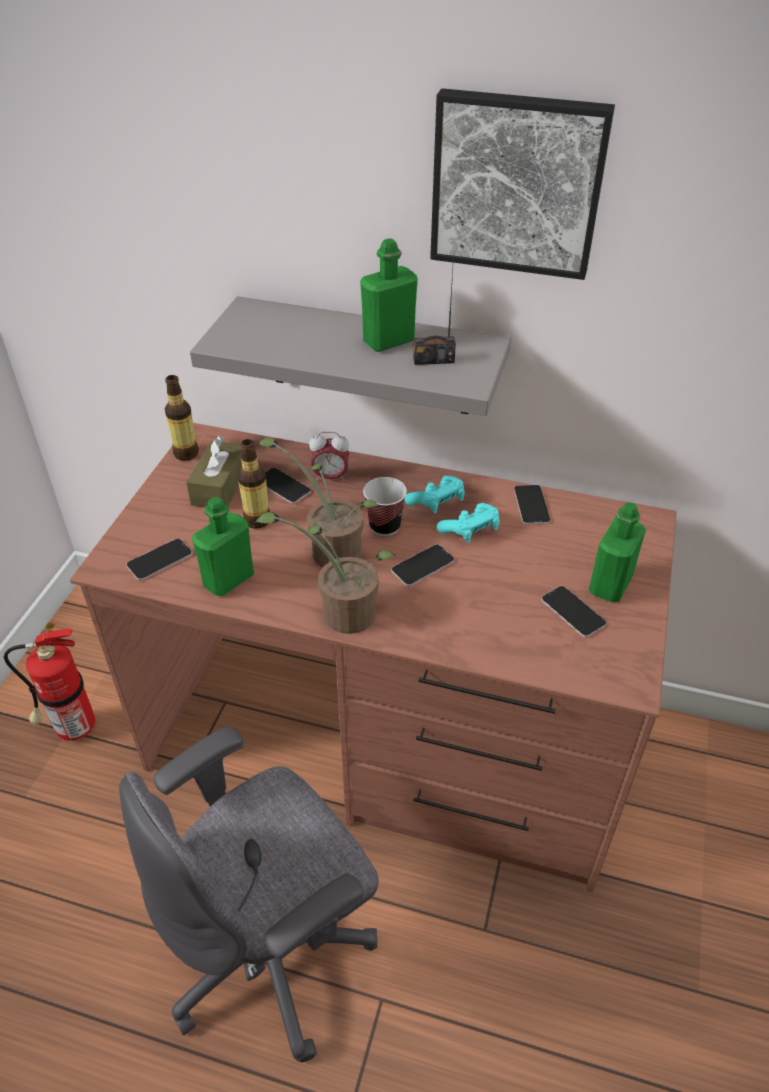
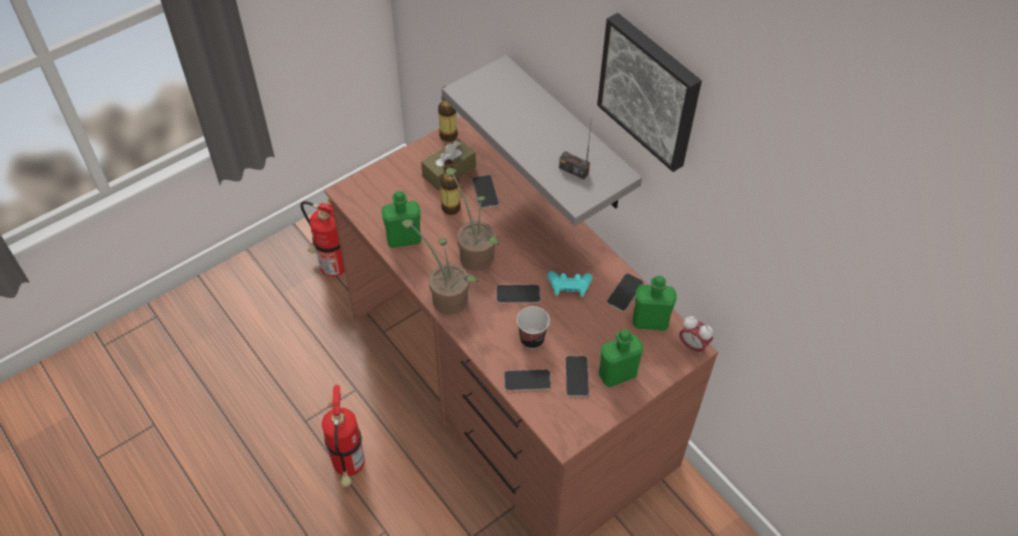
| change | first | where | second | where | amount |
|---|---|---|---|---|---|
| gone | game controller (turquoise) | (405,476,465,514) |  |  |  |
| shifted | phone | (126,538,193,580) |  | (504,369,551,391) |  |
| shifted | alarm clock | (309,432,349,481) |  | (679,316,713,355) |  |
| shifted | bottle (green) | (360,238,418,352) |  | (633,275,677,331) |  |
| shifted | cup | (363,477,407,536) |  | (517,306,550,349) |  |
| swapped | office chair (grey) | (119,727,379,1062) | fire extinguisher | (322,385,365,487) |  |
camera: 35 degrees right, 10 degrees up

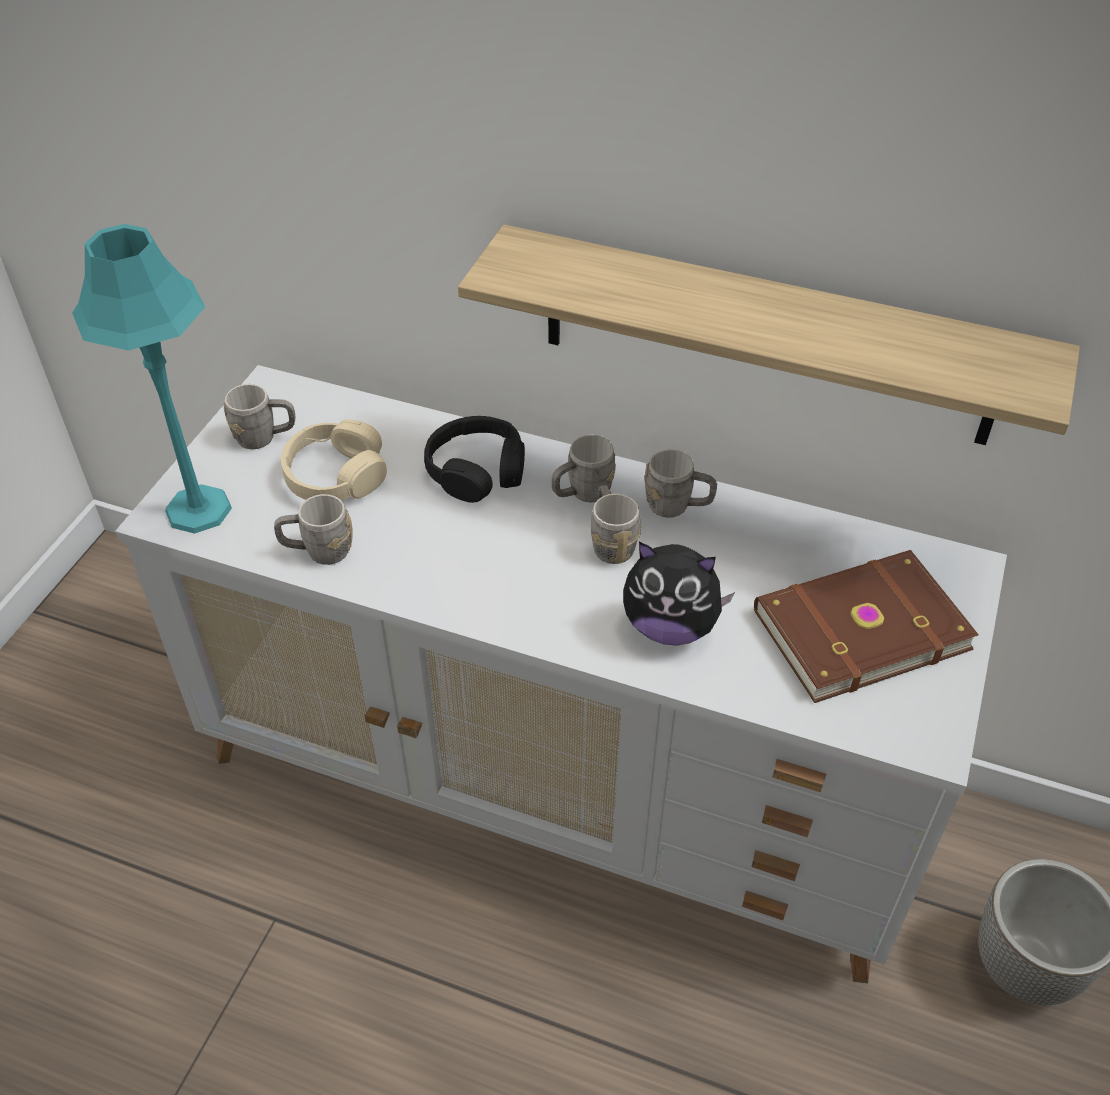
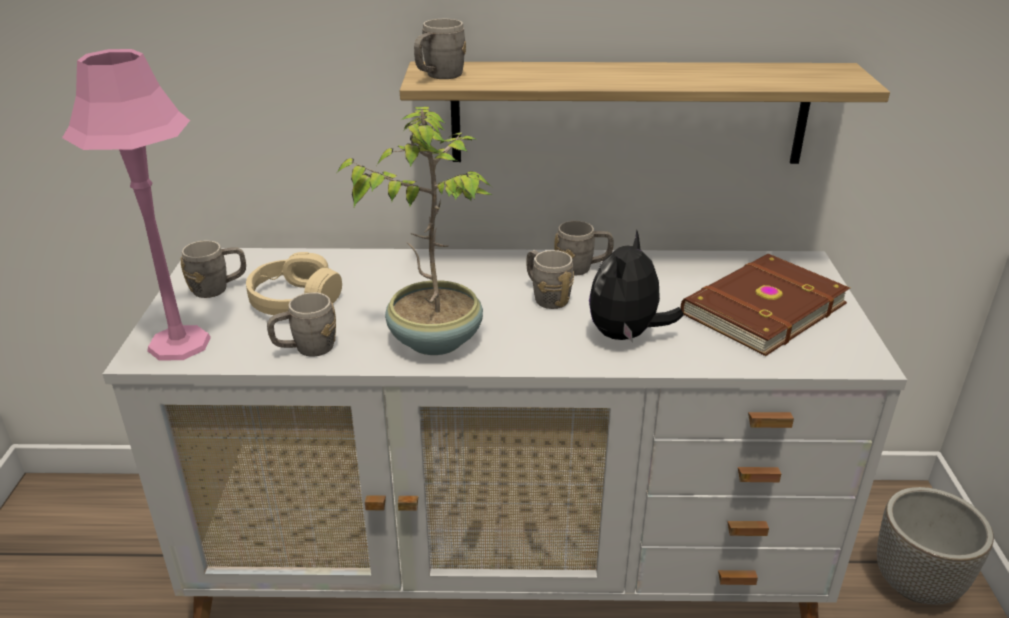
| change | first | where | second | where | amount |
|---|---|---|---|---|---|
| gone | headphones (black) | (424,416,525,503) |  |  |  |
| new |  |  | potted plant | (337,107,493,355) |  |
| shifted | mug (grey) | (552,435,616,502) |  | (414,19,466,79) |  |
| repainted | table lamp (turquoise) | (72,224,232,534) | table lamp (pink) | (62,49,211,361) |  |
| rotated | plush toy | (623,542,735,646) |  | (589,230,684,342) | 120 degrees clockwise |
camera: 20 degrees left, 15 degrees down

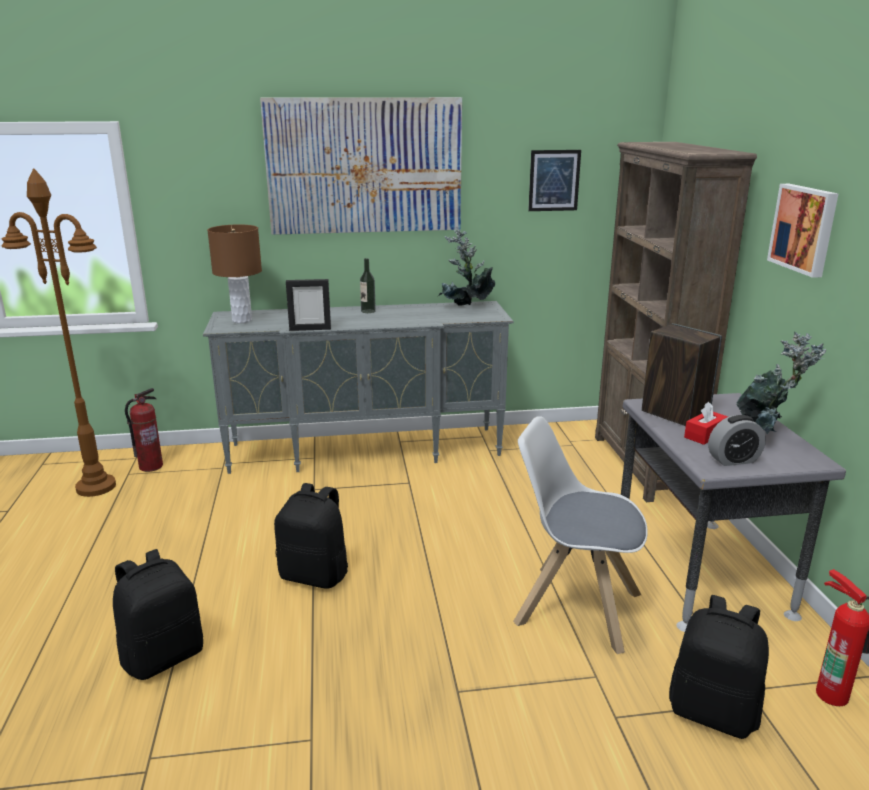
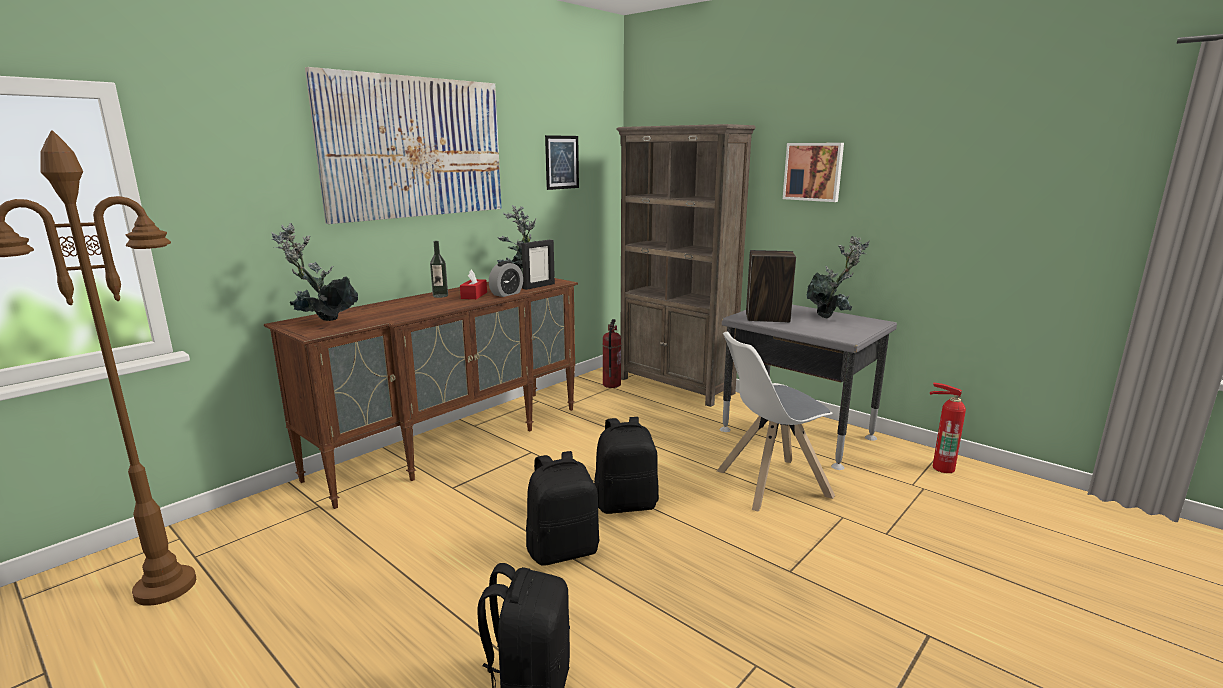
| change | first | where | second | where | amount |
|---|---|---|---|---|---|
| shifted | fire extinguisher | (125,388,163,472) |  | (602,319,621,388) |  |
| shifted | picture frame | (286,279,331,331) |  | (521,239,555,290) |  |
| shifted | backpack (black) | (669,595,769,739) |  | (594,417,659,514) |  |
| shifted | tissue box (red) | (684,402,728,445) |  | (460,269,487,299) |  |
| shifted | alarm clock | (708,415,766,466) |  | (489,261,523,297) |  |
| swapped | table lamp (brown) | (207,225,262,323) | potted plant | (271,223,358,321) |  |
| repainted | cabinet (grey) | (203,301,514,474) | cabinet (brown) | (264,278,578,509) |  |
camera: 40 degrees left, 5 degrees down

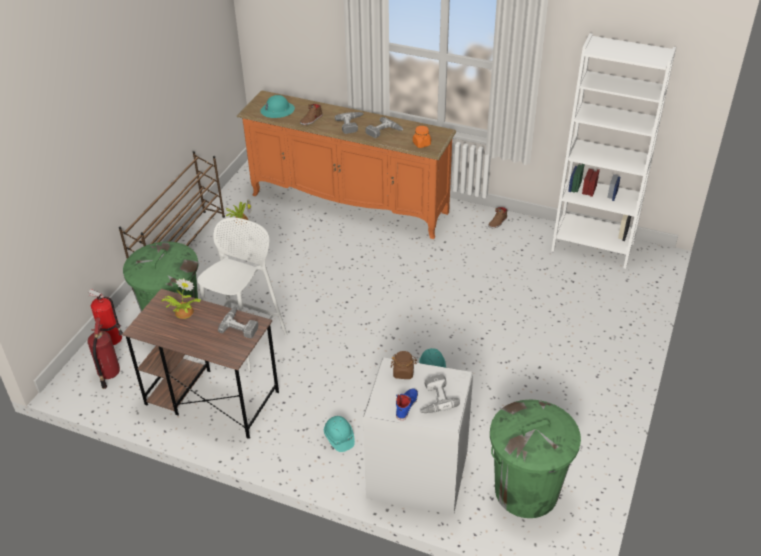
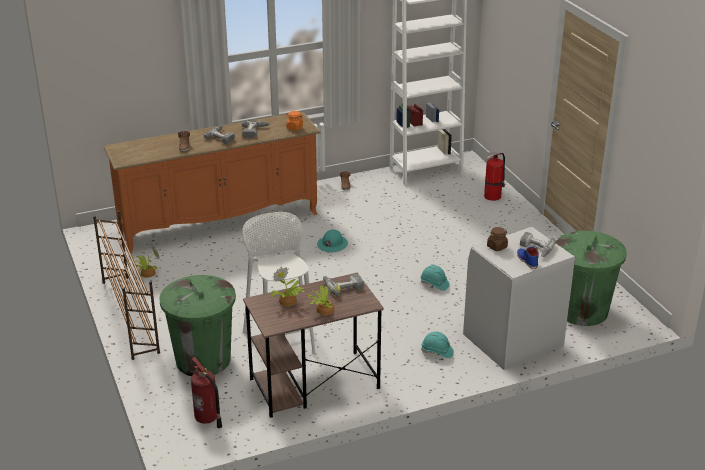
| change | first | where | second | where | amount |
|---|---|---|---|---|---|
| new |  |  | potted plant | (307,281,340,315) |  |
| shifted | fire extinguisher | (88,289,123,345) |  | (484,152,505,201) |  |
| shifted | hard hat (turquoise) | (260,95,295,118) |  | (317,229,348,252) |  |
camera: 45 degrees left, 10 degrees down

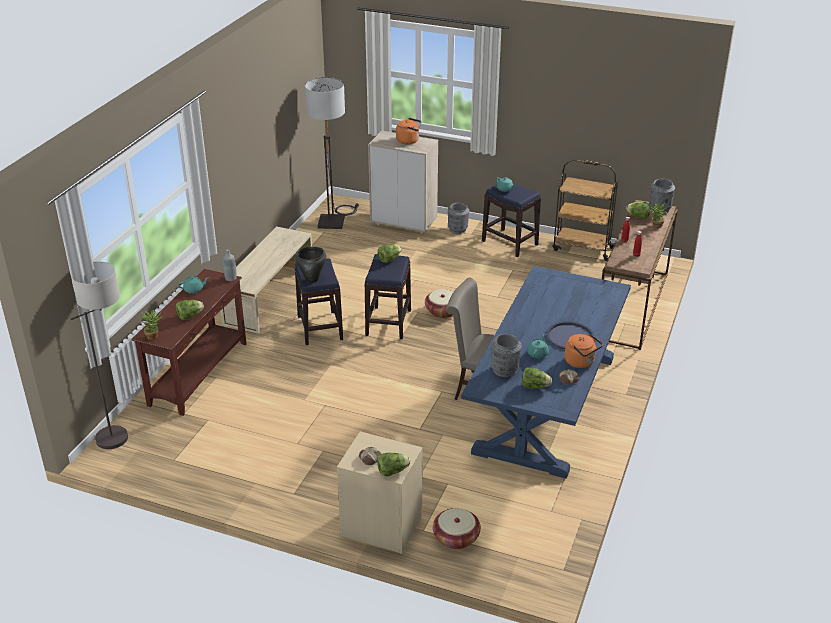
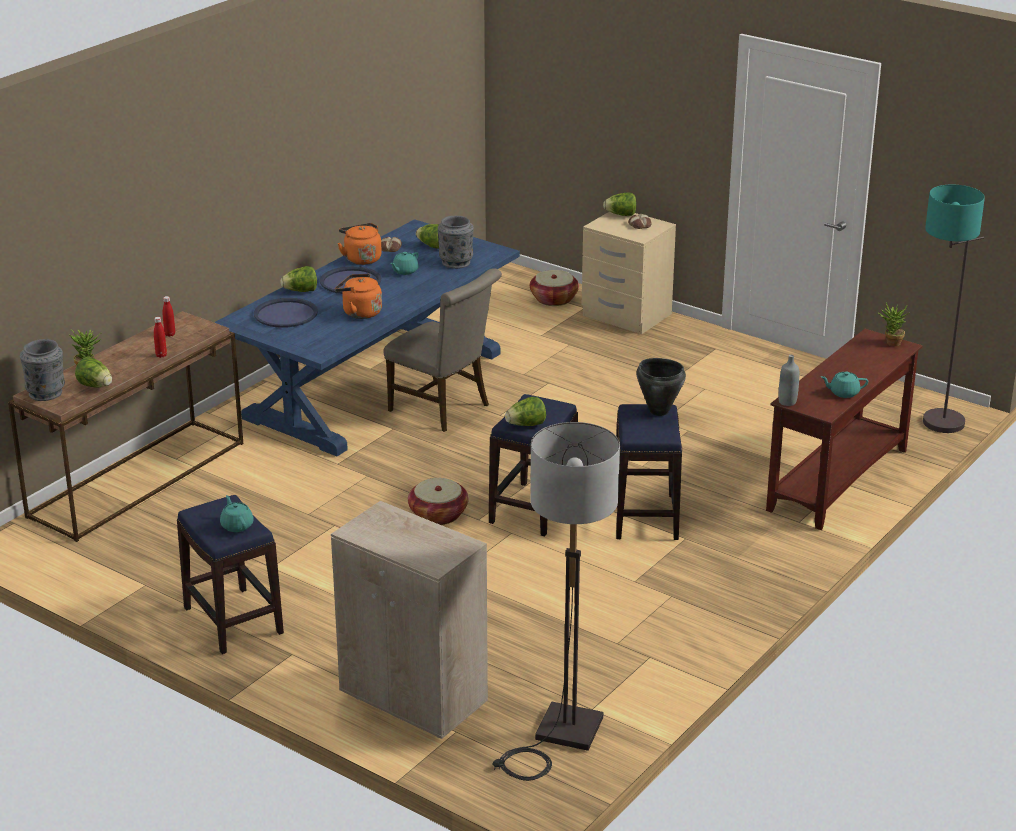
| change | first | where | second | where | amount |
|---|---|---|---|---|---|
| gone | bench (beige) | (220,226,312,334) |  |  |  |
| gone | vase (grey) | (448,203,469,234) |  |  |  |
| gone | cart (brown) | (552,159,618,261) |  |  |  |
| new |  |  | tray (blue) | (254,298,318,328) |  |
| shifted | lettuce | (176,300,204,320) |  | (280,266,317,292) |  |
| shifted | kettle (orange) | (396,118,421,144) |  | (335,274,382,319) |  |
| repainted | floor lamp (grey) | (71,261,128,449) | floor lamp (turquoise) | (923,184,985,433) |  |
camera: 165 degrees left, 5 degrees down

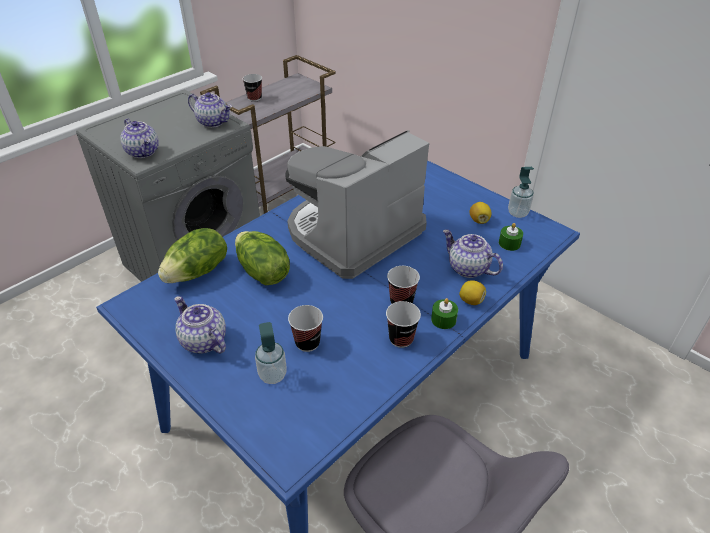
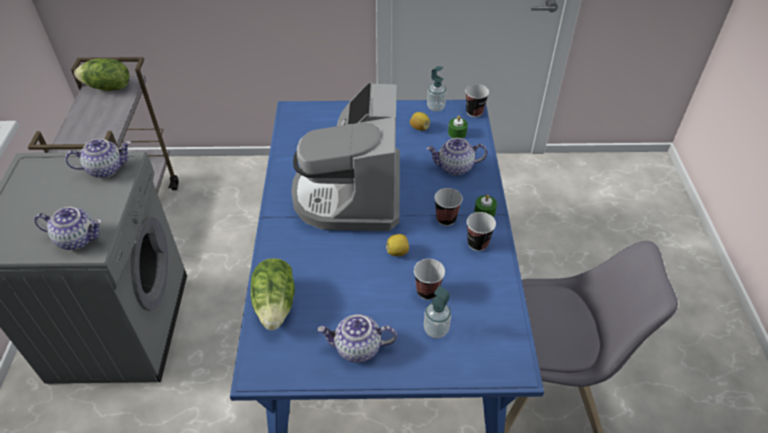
| change | first | where | second | where | amount |
|---|---|---|---|---|---|
| shifted | lettuce | (235,231,290,285) |  | (74,59,129,91) |  |
| shifted | cup | (242,74,262,102) |  | (465,84,489,117) |  |
| shifted | lemon | (459,280,486,305) |  | (386,234,409,256) |  |
camera: 45 degrees left, 5 degrees up

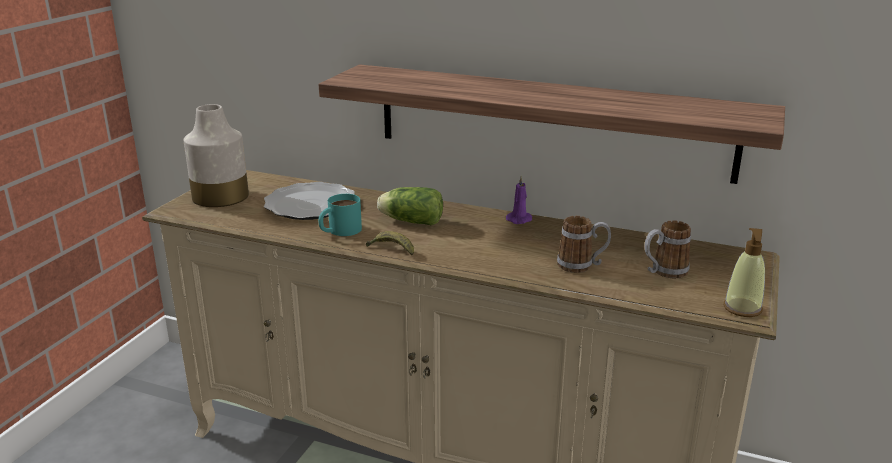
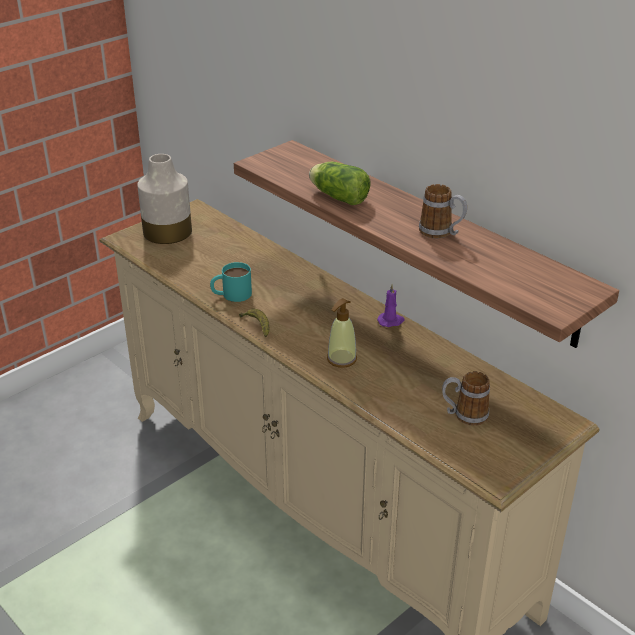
| change | first | where | second | where | amount |
|---|---|---|---|---|---|
| gone | plate | (264,182,355,220) |  |  |  |
| shifted | lettuce | (377,187,443,225) |  | (309,162,370,205) |  |
| shifted | mug | (557,216,611,273) |  | (419,184,467,238) |  |
| shifted | soap dispenser | (723,228,765,317) |  | (327,298,357,368) |  |
camera: 25 degrees right, 10 degrees up

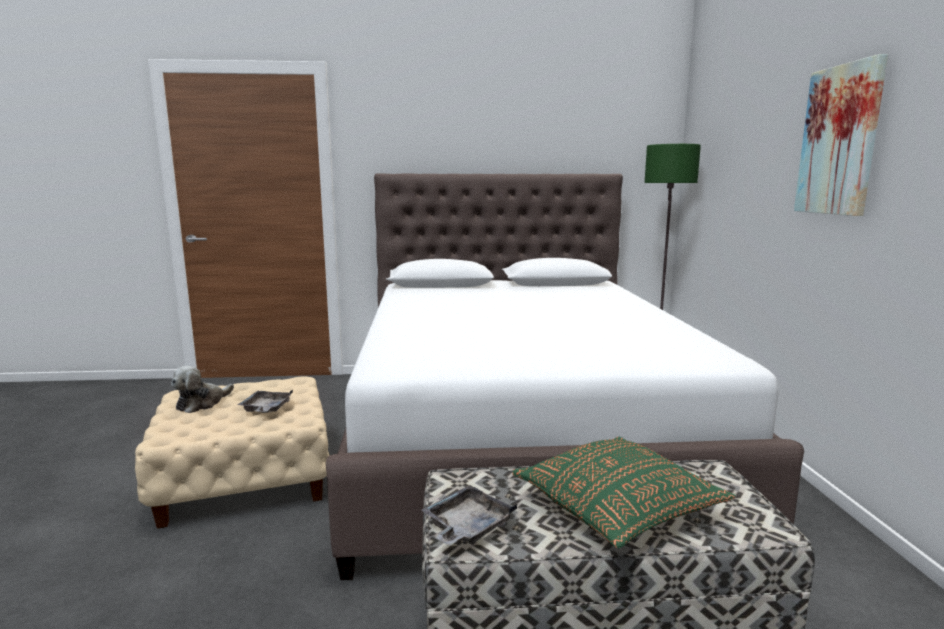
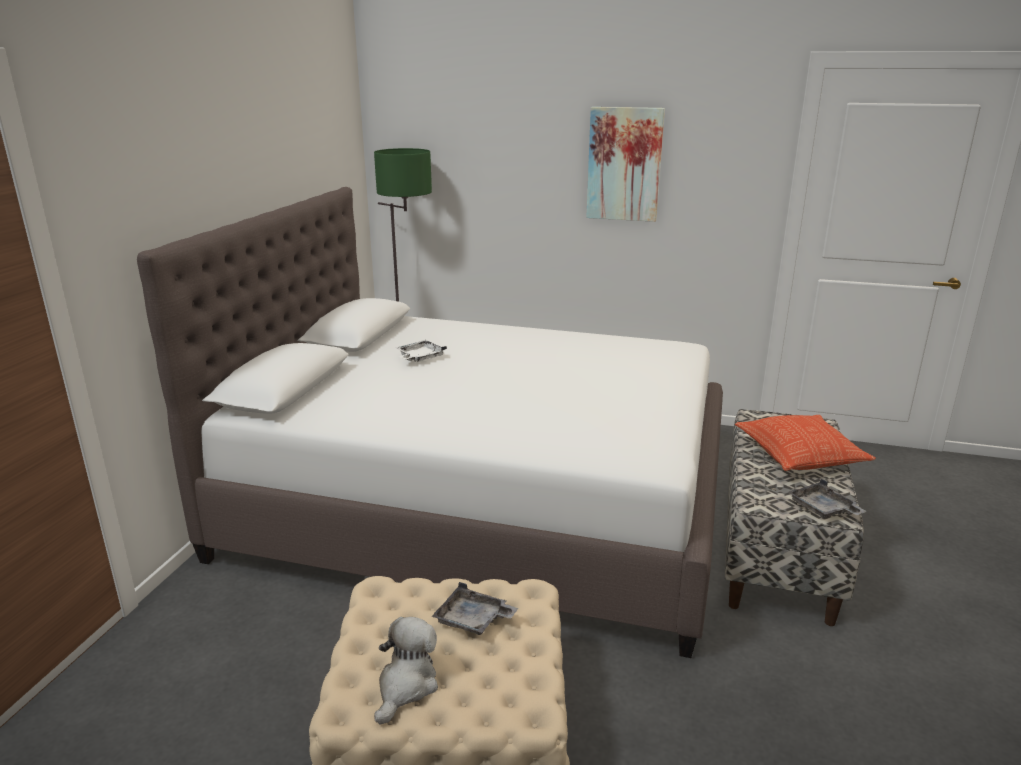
| change | first | where | second | where | amount |
|---|---|---|---|---|---|
| new |  |  | tray (white) | (396,340,447,362) |  |
| repainted | pillow (green) | (512,437,735,548) | pillow (orange) | (735,415,876,471) |  |
| rotated | plush toy | (171,366,234,413) |  | (374,617,438,725) | 120 degrees counterclockwise |
camera: 70 degrees left, 10 degrees up

